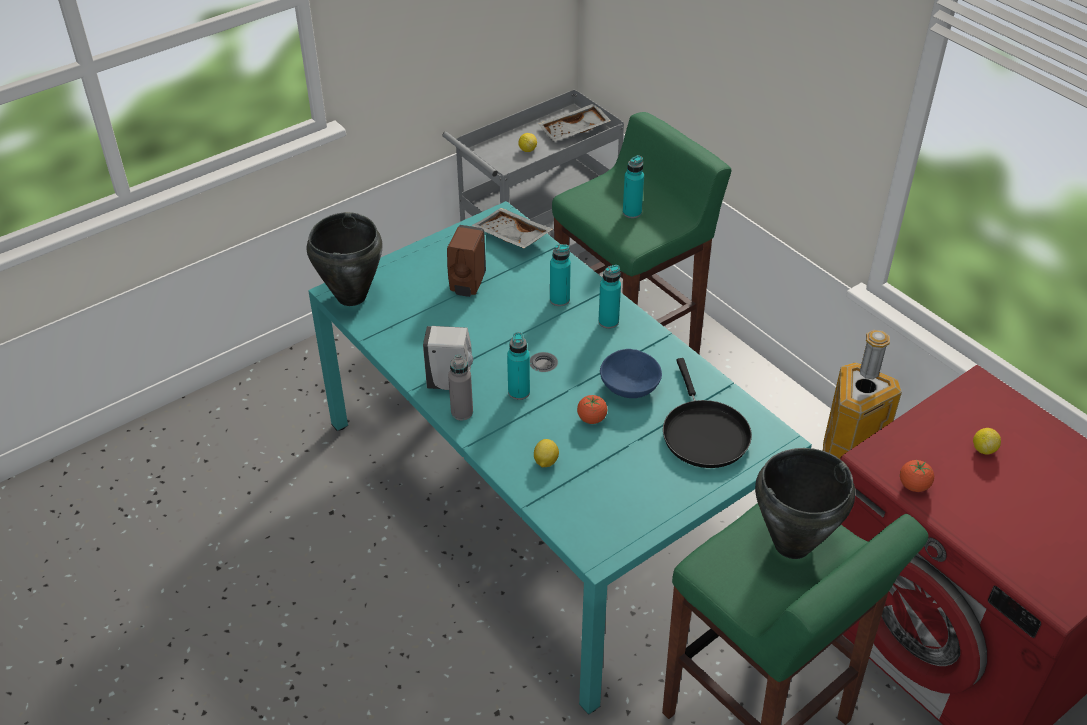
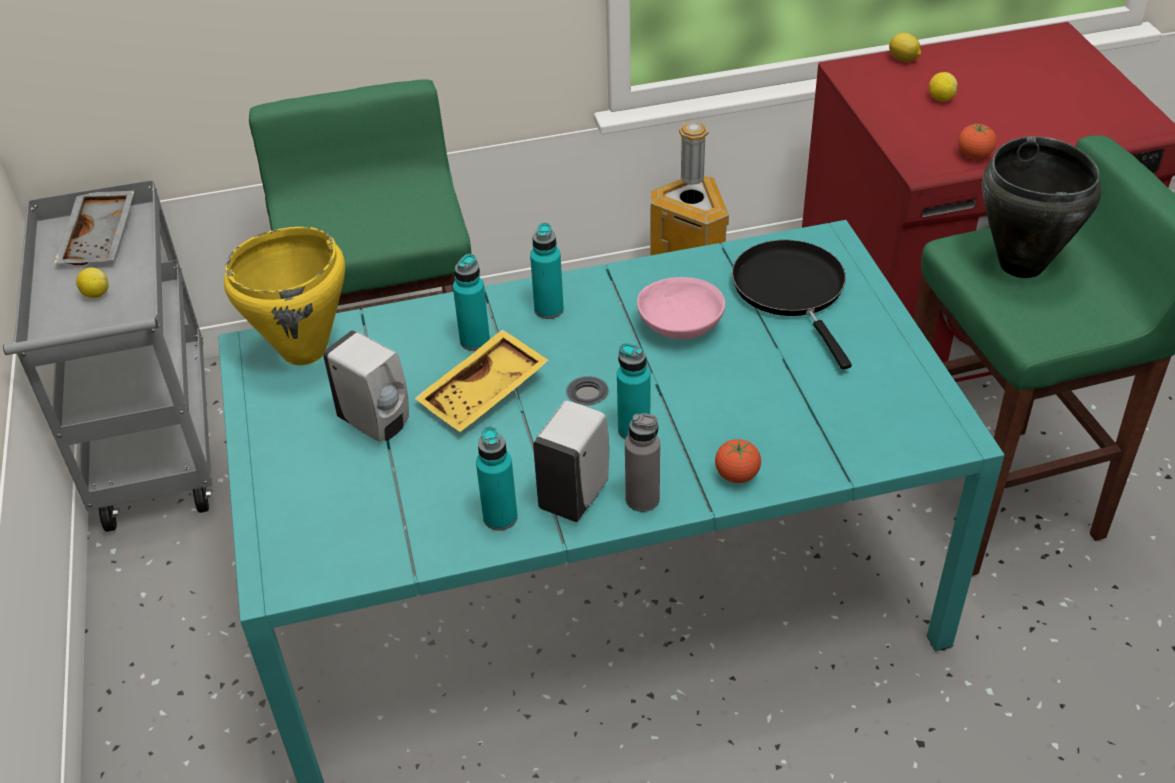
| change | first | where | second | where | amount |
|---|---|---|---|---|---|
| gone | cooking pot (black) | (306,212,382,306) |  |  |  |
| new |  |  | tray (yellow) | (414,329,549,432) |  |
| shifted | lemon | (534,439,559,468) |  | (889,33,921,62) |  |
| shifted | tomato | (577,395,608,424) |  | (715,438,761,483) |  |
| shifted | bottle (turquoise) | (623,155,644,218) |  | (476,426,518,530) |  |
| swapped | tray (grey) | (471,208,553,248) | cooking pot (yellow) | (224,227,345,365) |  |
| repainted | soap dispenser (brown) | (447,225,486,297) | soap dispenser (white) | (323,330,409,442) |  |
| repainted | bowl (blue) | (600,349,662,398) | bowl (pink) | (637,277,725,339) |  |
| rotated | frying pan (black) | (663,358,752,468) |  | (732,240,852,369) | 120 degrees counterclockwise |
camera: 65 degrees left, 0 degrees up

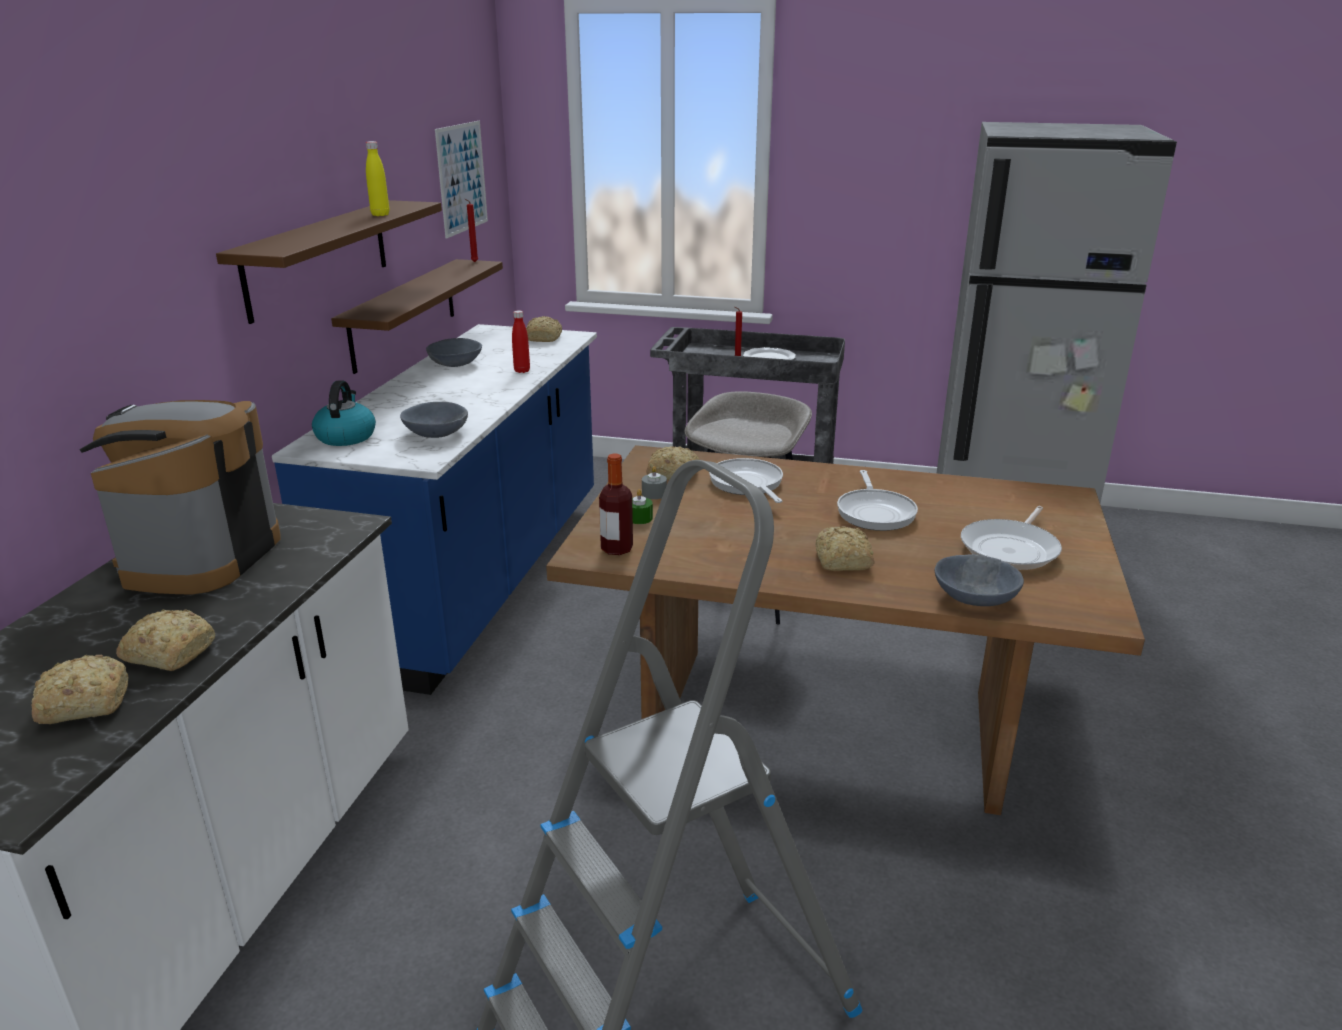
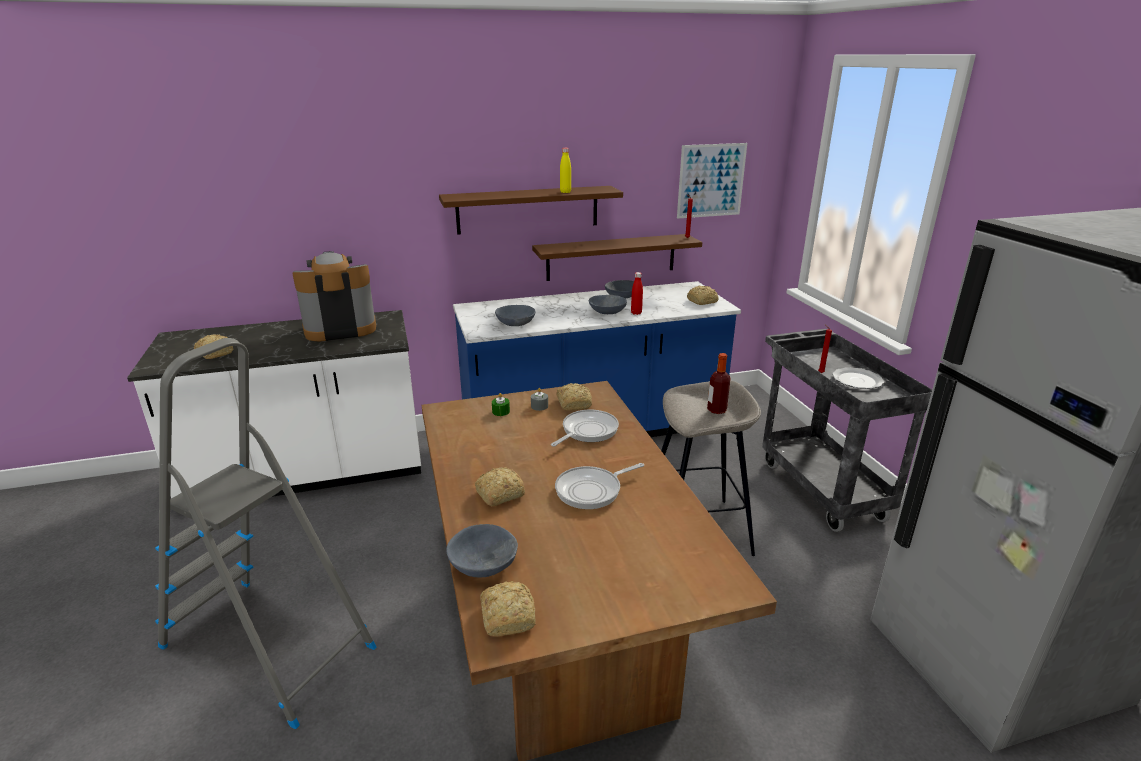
| change | first | where | second | where | amount |
|---|---|---|---|---|---|
| gone | kettle | (312,380,376,446) |  |  |  |
| gone | frying pan | (961,506,1062,570) |  |  |  |
| new |  |  | bowl (grey) | (589,295,627,314) |  |
| shifted | bread | (116,609,215,671) |  | (480,581,536,637) |  |
| shifted | bottle | (599,453,633,555) |  | (707,353,731,414) |  |
camera: 60 degrees right, 0 degrees up

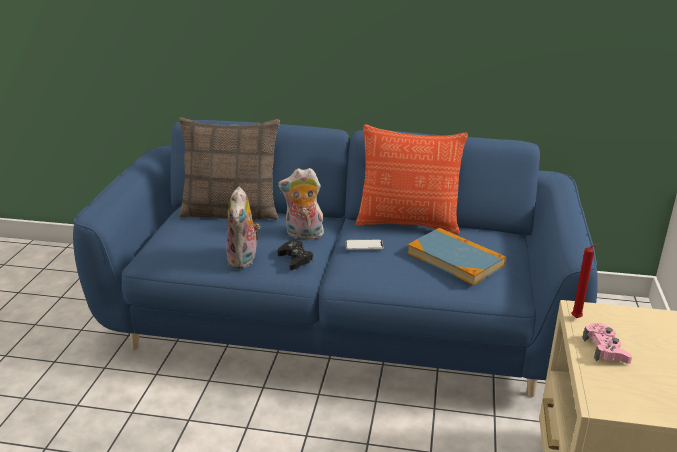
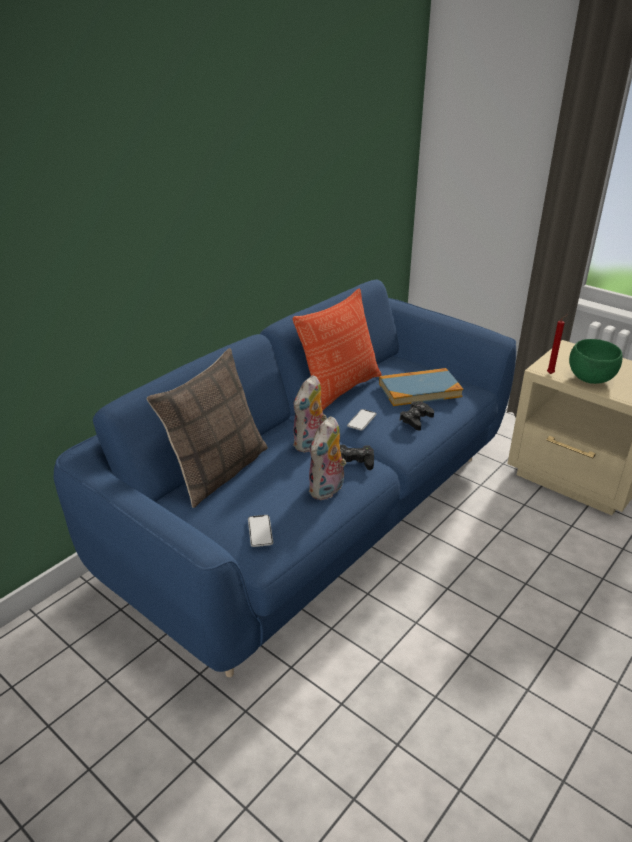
| change | first | where | second | where | amount |
|---|---|---|---|---|---|
| new |  |  | phone | (248,515,273,547) |  |
| new |  |  | game controller (black) | (399,402,434,431) |  |
| swapped | game controller (pink) | (582,323,632,364) | bowl (green) | (569,339,623,384) |  |
| rotated | plush toy | (226,187,260,268) |  | (308,416,346,500) | 90 degrees clockwise |
camera: 60 degrees left, 5 degrees up

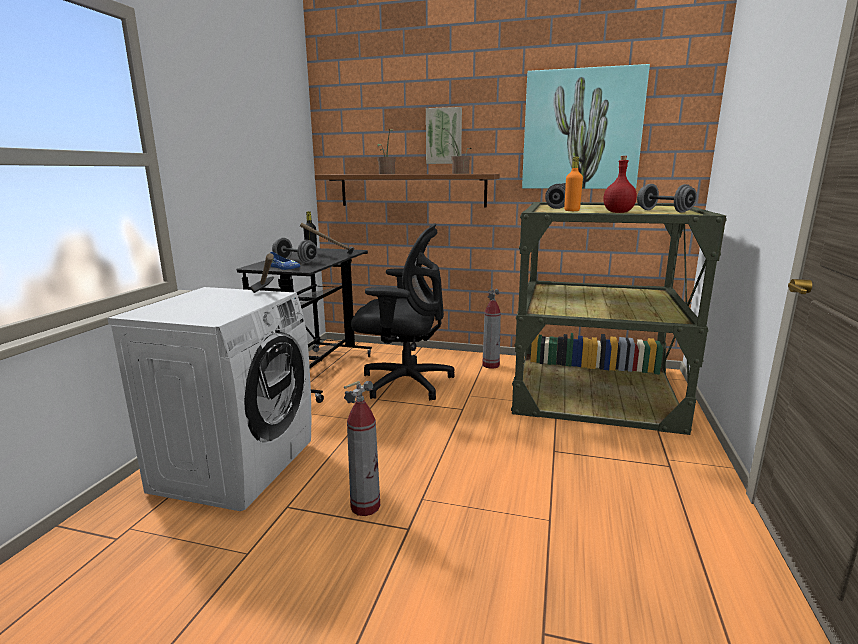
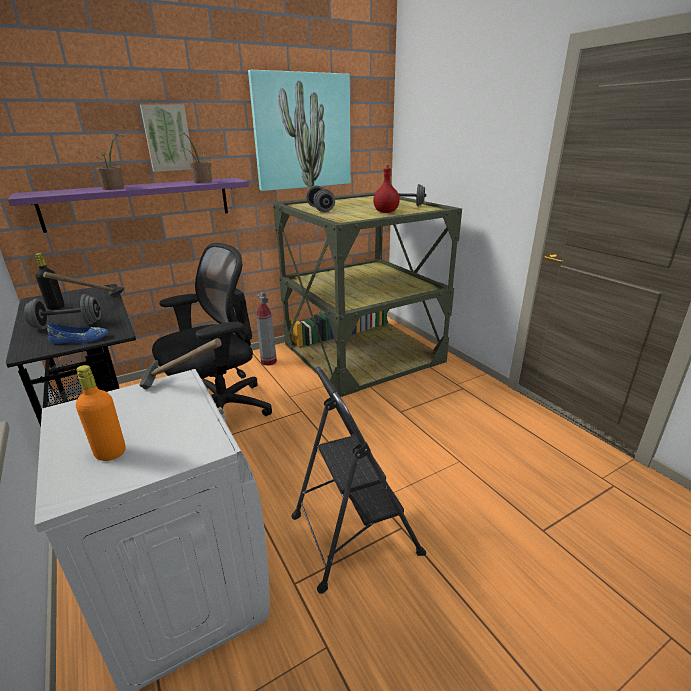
| change | first | where | second | where | amount |
|---|---|---|---|---|---|
| shifted | bottle (orange) | (564,157,583,211) |  | (76,365,126,461) |  |
| swapped | fire extinguisher | (344,381,380,516) | step ladder (black) | (292,367,426,594) |  |
| repainted | shelf (brown) | (315,174,500,207) | shelf (purple) | (8,178,249,233) |  |
camera: 45 degrees left, 10 degrees up

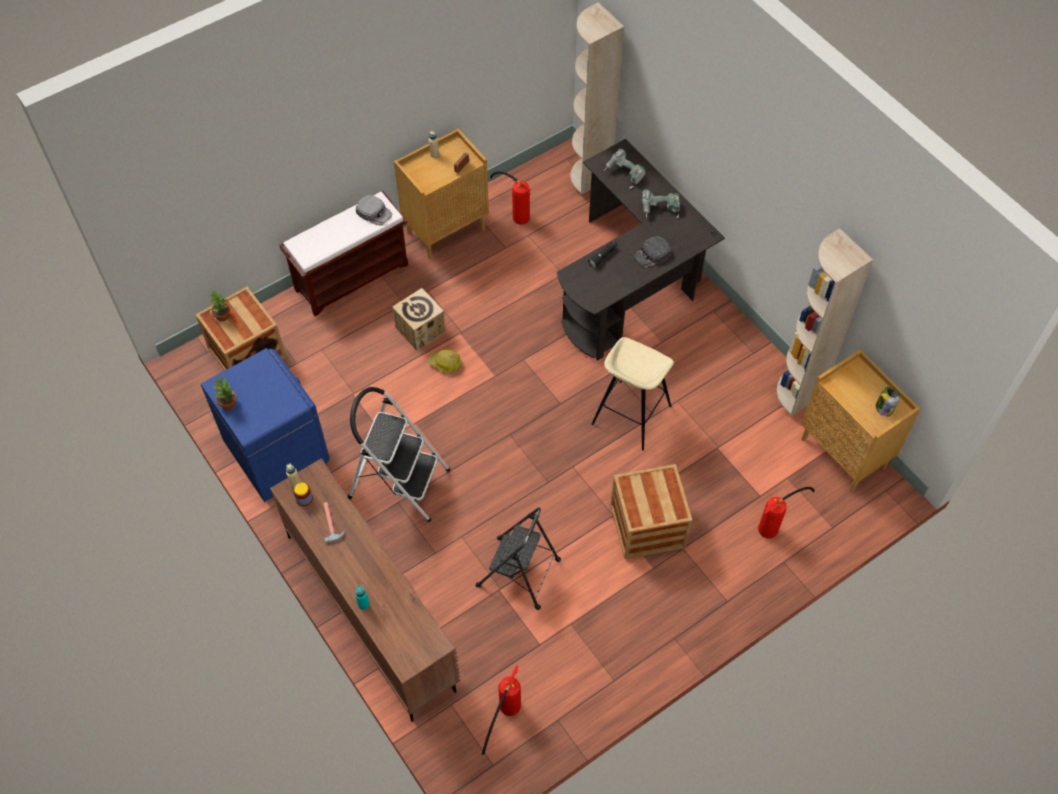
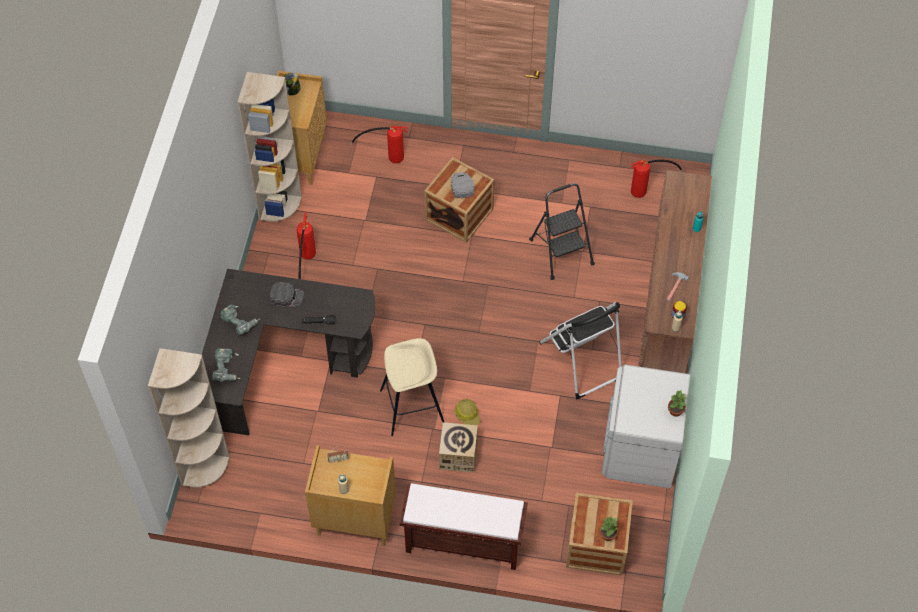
| change | first | where | second | where | amount |
|---|---|---|---|---|---|
| shifted | cap (grey) | (355,195,393,226) |  | (451,172,475,199) |  |
| shifted | fire extinguisher | (489,171,531,225) |  | (297,212,316,279) |  |
| shifted | stool (beige) | (591,337,674,451) |  | (380,338,444,436) |  |
| repainted | washing machine (blue) | (200,348,330,502) | washing machine (white) | (602,365,690,489) |  |
camera: 135 degrees left, 0 degrees up

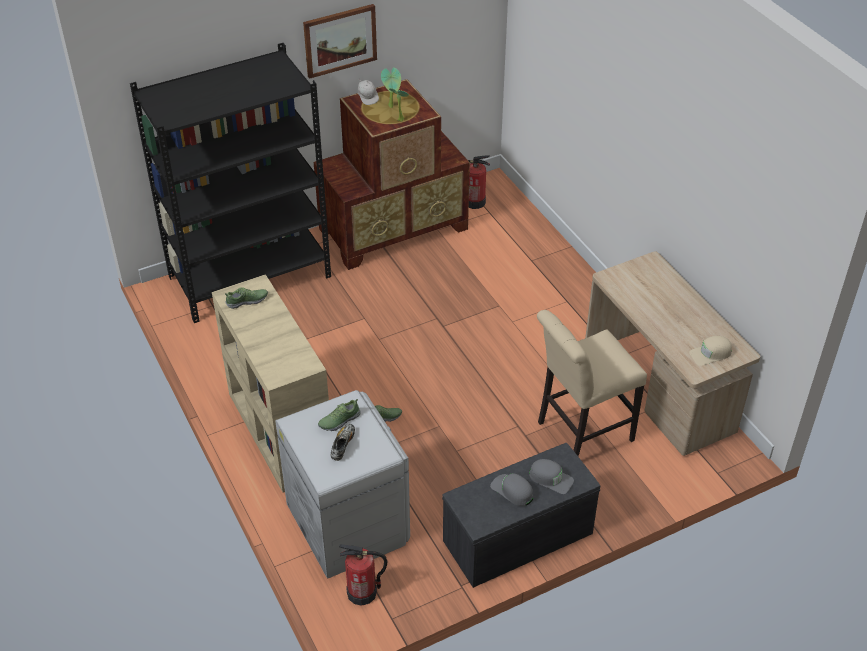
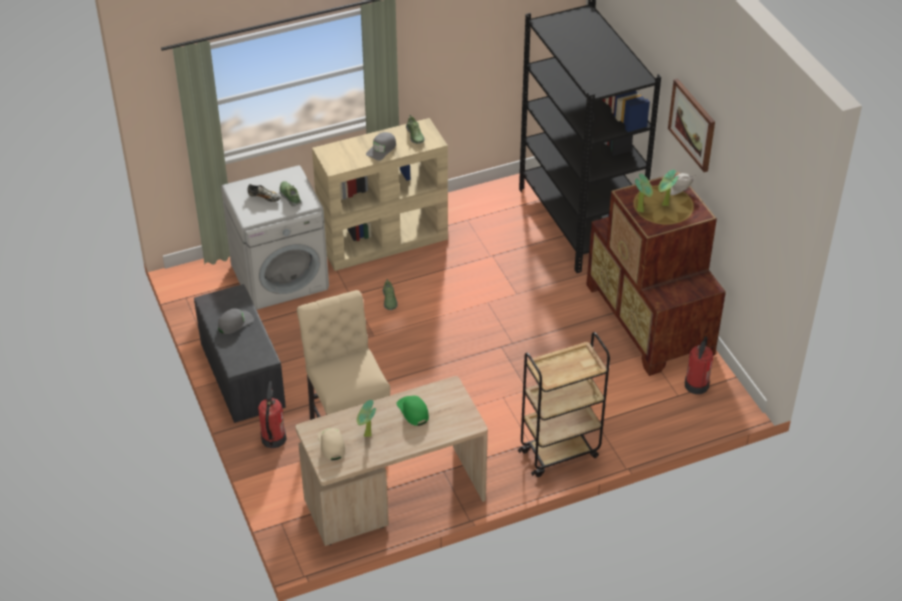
| change | first | where | second | where | amount |
|---|---|---|---|---|---|
| new |  |  | potted plant | (357,400,376,437) |  |
| new |  |  | cap (green) | (396,396,429,426) |  |
| new |  |  | cart (brown) | (518,332,610,477) |  |
| shifted | fire extinguisher | (339,545,387,606) |  | (258,381,286,448) |  |
| shifted | cap (grey) | (529,459,574,494) |  | (366,132,396,161) |  |
camera: 95 degrees right, 0 degrees up

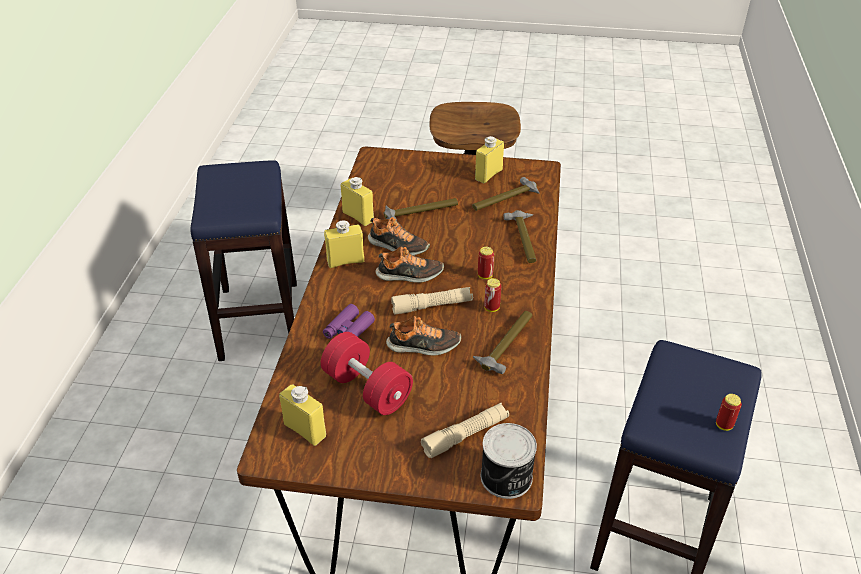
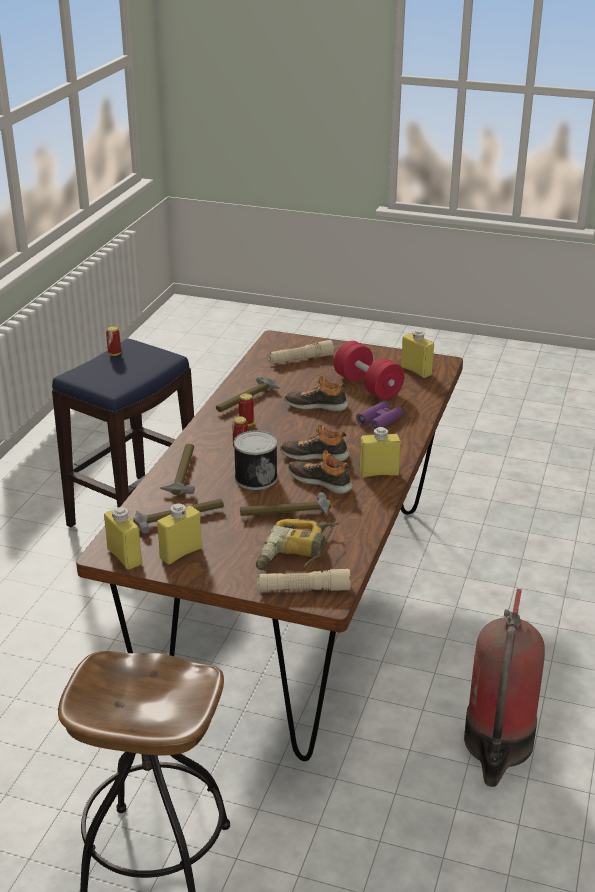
| change | first | where | second | where | amount |
|---|---|---|---|---|---|
| new |  |  | power drill | (256,519,339,570) |  |
| shifted | bottle (yellow) | (341,177,374,226) |  | (104,507,142,569) |  |
| shifted | flashlight (beige) | (391,287,473,314) |  | (256,569,351,591) |  |
| shifted | can | (481,423,537,499) |  | (234,431,278,490) |  |
| swapped | stool | (190,160,297,361) | fire extinguisher | (464,589,545,787) |  |
camera: 170 degrees left, 10 degrees down

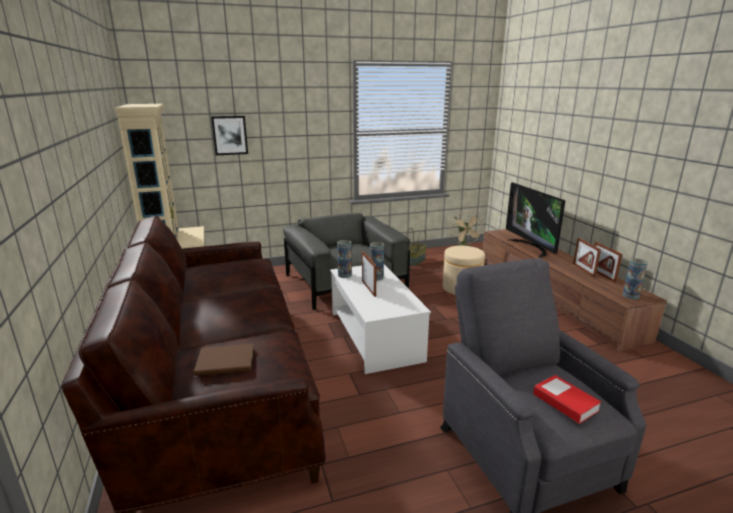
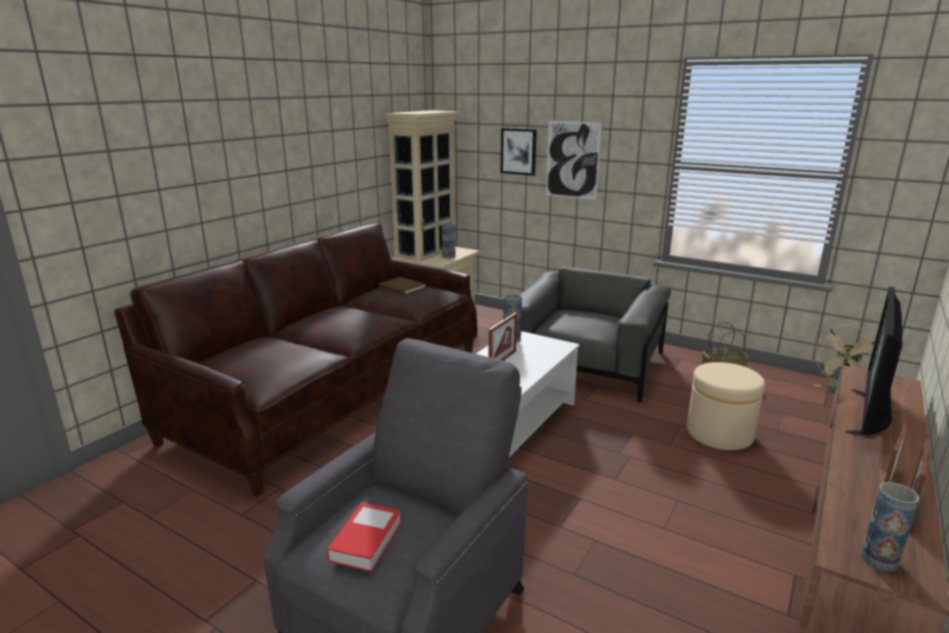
| change | first | where | second | where | amount |
|---|---|---|---|---|---|
| new |  |  | picture | (546,121,602,200) |  |
| shifted | book (brown) | (194,344,254,376) |  | (379,277,426,295) |  |
| shifted | vase | (370,242,384,281) |  | (442,223,455,259) |  |
camera: 50 degrees right, 0 degrees up

